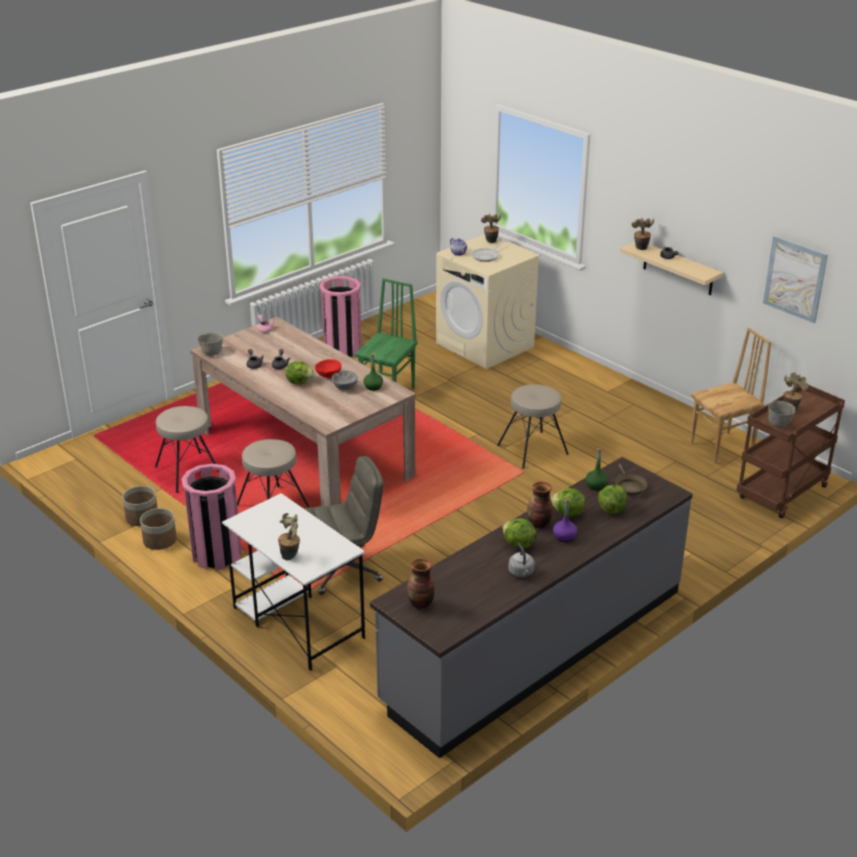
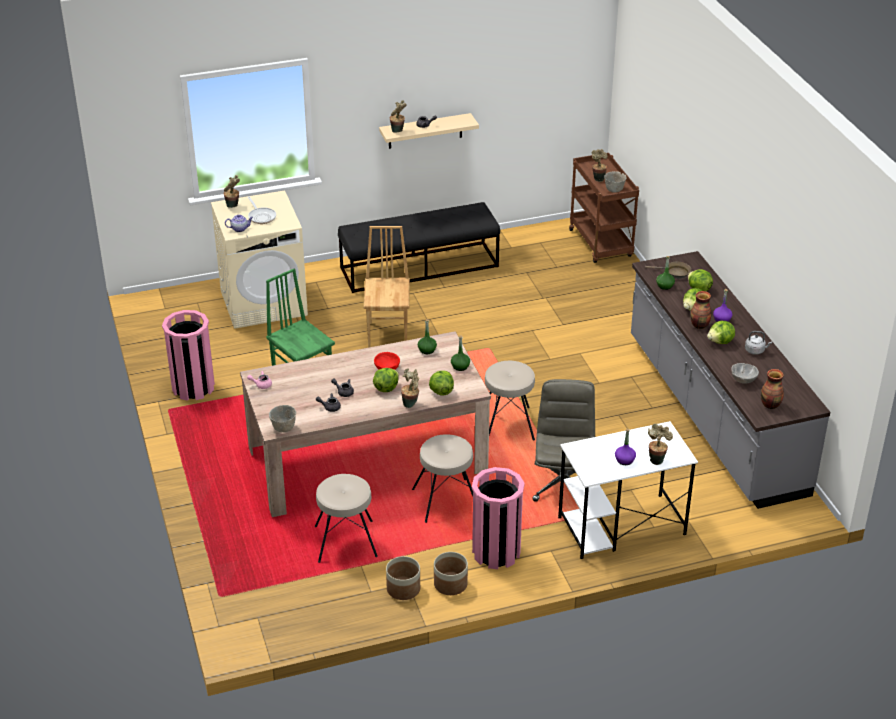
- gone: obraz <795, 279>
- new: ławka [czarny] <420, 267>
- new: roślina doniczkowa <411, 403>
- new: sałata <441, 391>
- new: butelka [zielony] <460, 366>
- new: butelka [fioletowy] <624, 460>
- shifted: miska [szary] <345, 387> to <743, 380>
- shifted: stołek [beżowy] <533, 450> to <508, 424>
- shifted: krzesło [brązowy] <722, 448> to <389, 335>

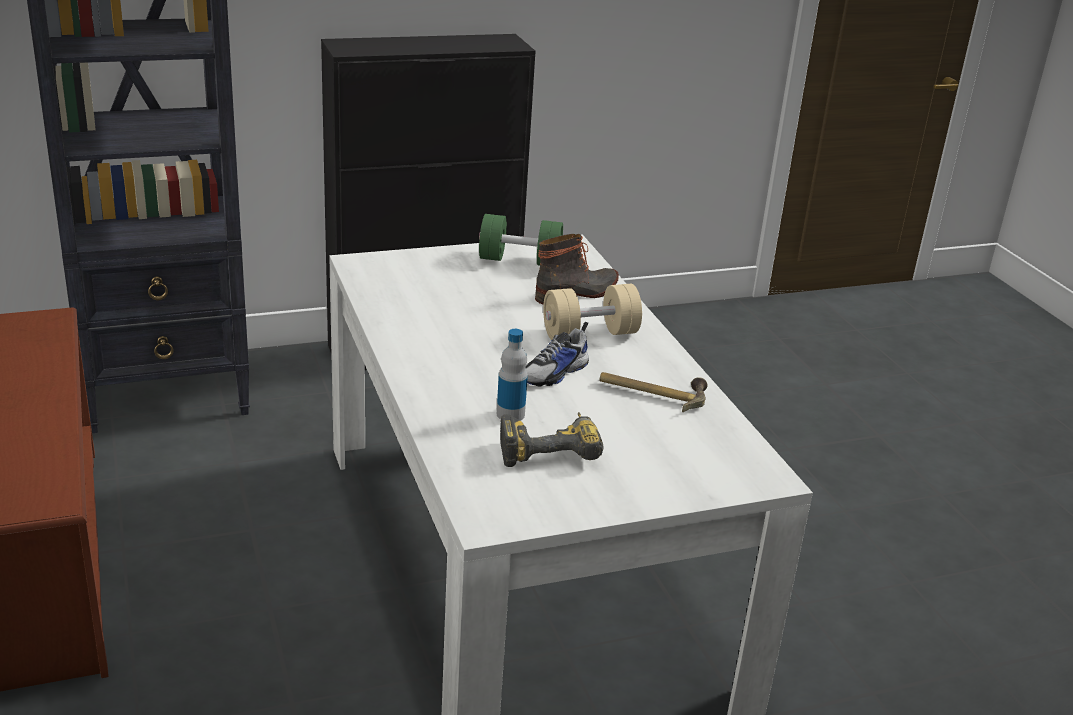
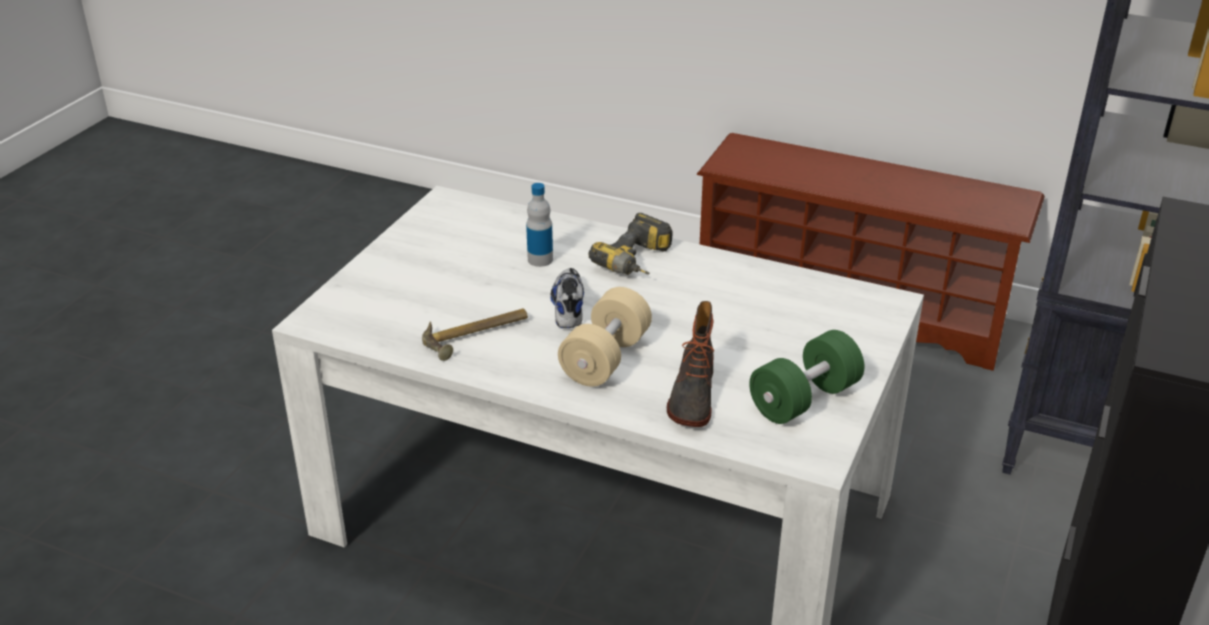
- shifted: wiertarka <548, 448> to <638, 263>

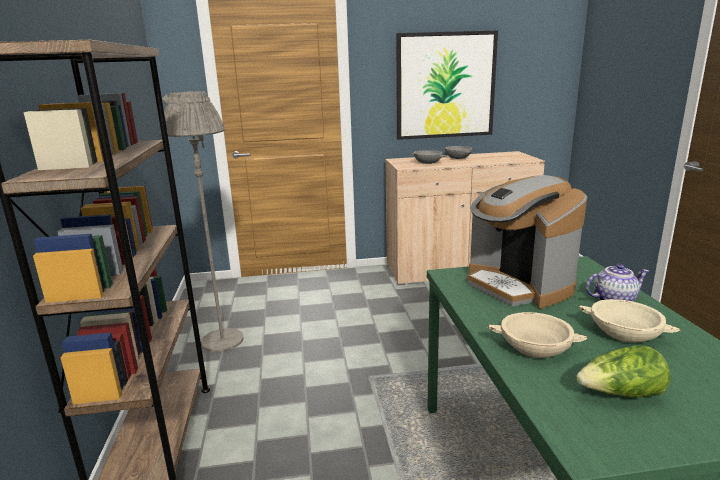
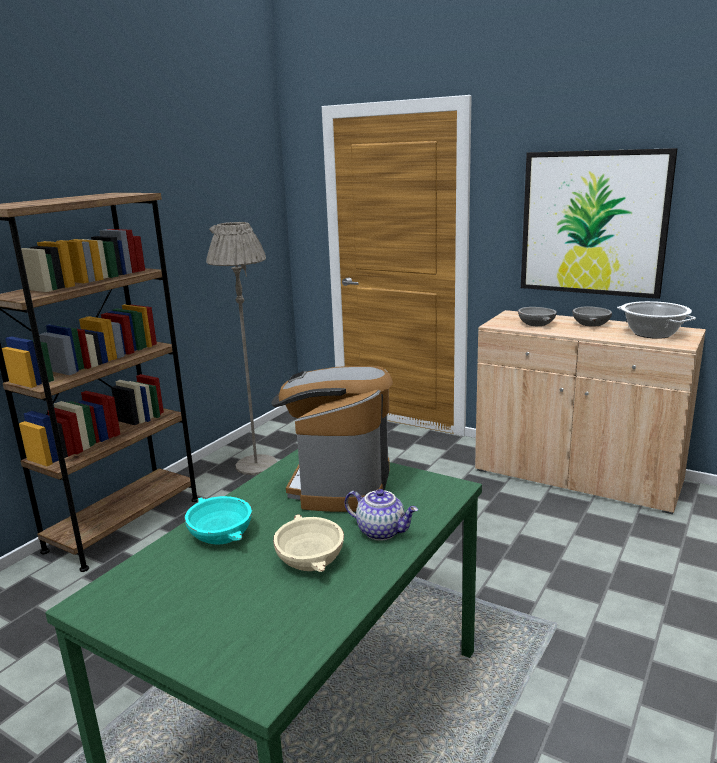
- gone: sałata <621, 394>
- new: garnek <653, 334>
- repainted: miska [beżowy] <535, 348> to miska [turkusowy] <222, 534>

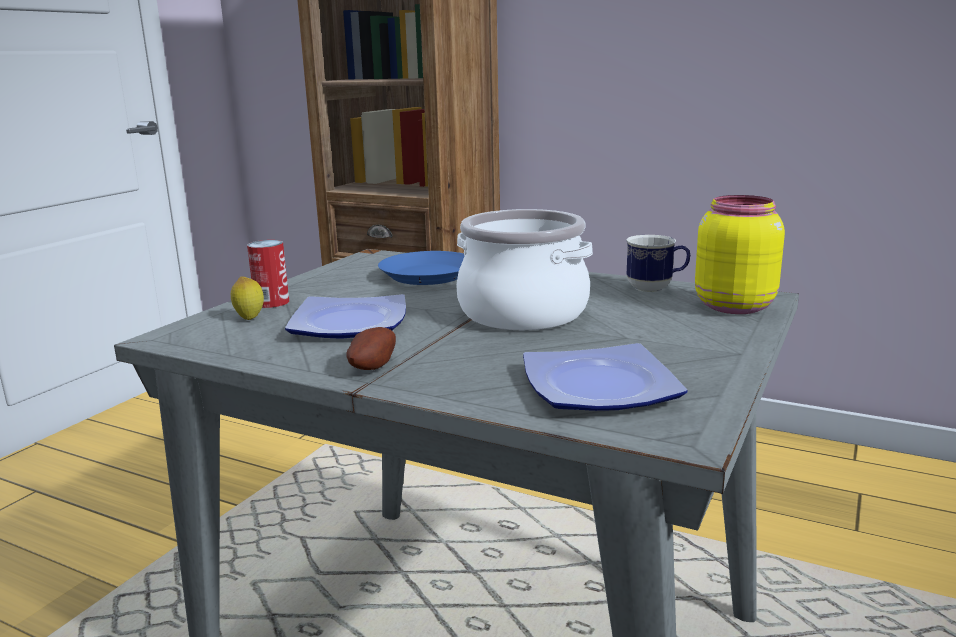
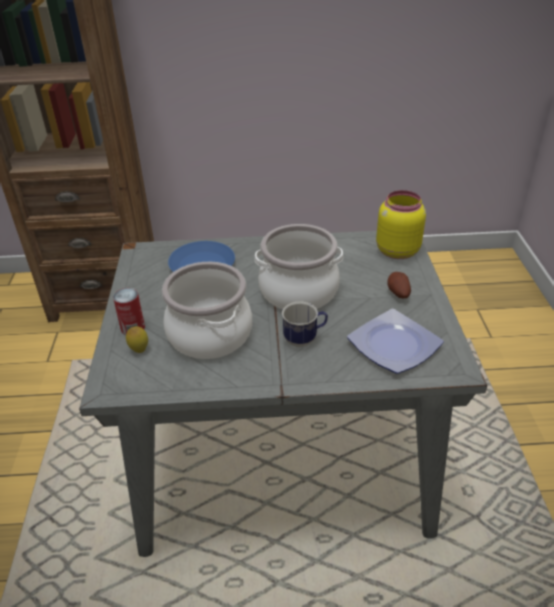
- shifted: ziemniak <371, 366> to <397, 293>
- shifted: kubek <656, 288> to <305, 339>
- swapped: talerz <347, 323> to garnek <209, 334>

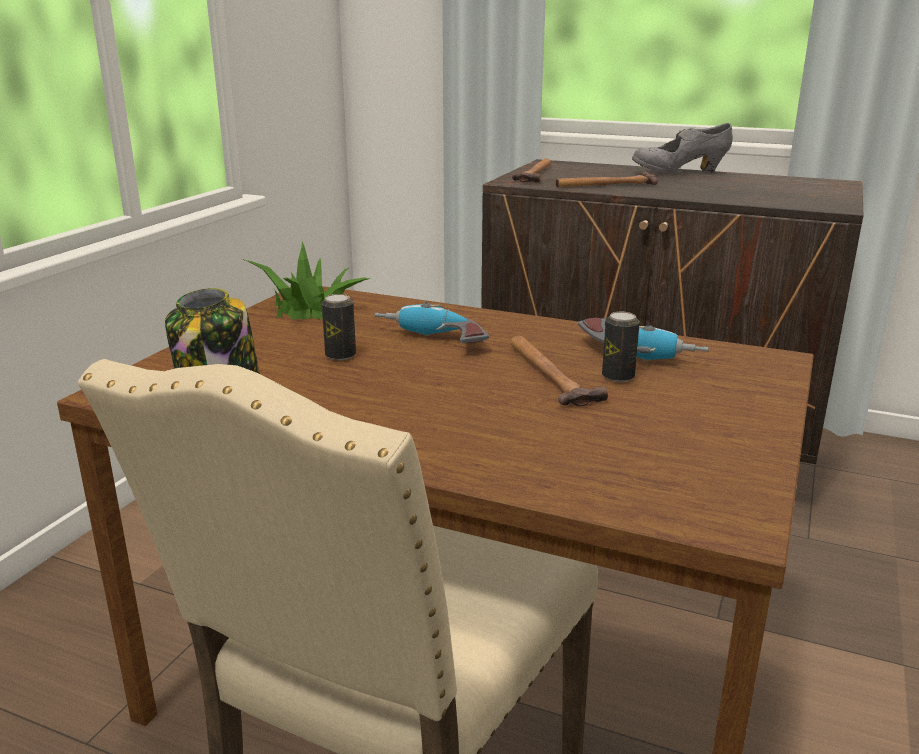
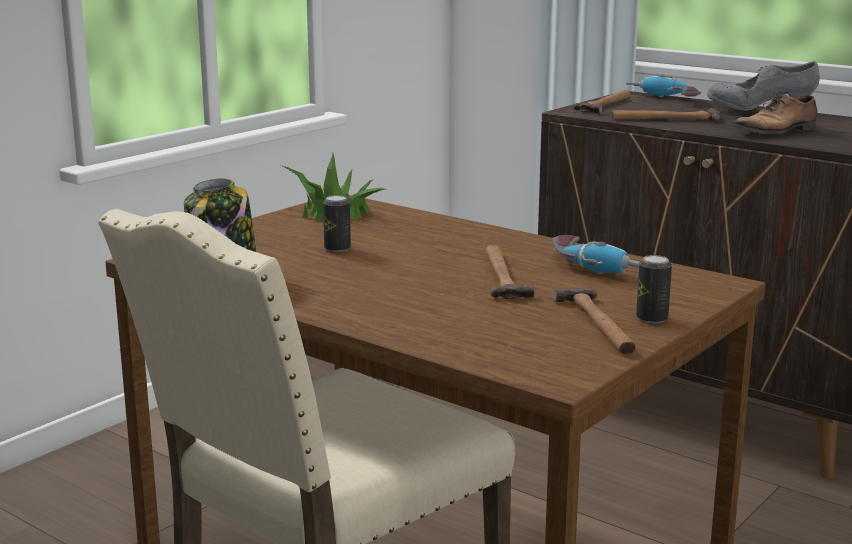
- new: młotek <597, 324>
- new: but <777, 131>
- shifted: wiertarka <430, 340> to <662, 99>
- shifted: puszka <618, 376> to <652, 318>

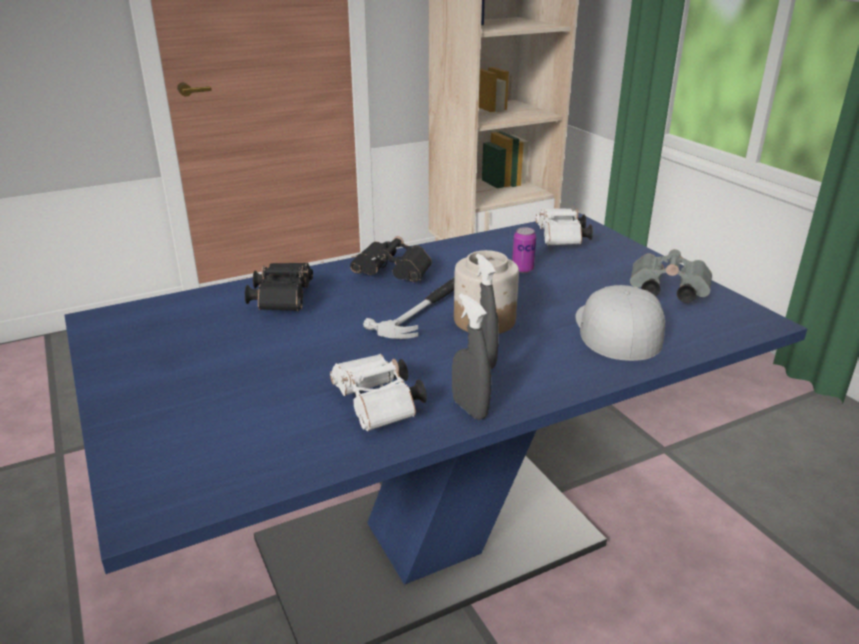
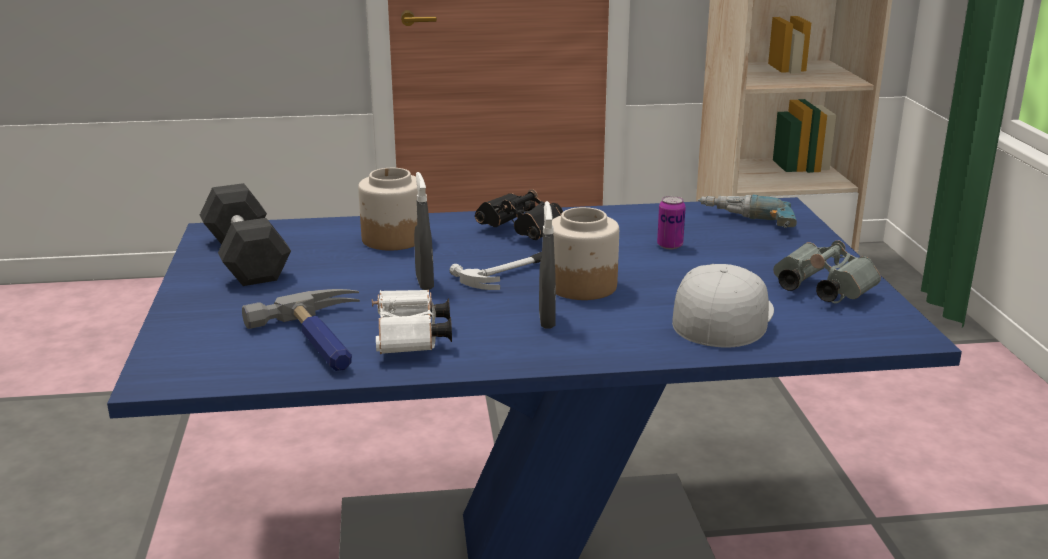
- new: hantel [czarny] <246, 258>
- new: młotek <323, 340>
- shifted: spryskiwacz [szary] <470, 409> to <424, 282>
- swapped: lornetka [czarny] <283, 299> to słoik <393, 238>
- swapped: lornetka [biały] <561, 240> to wiertarka <744, 222>

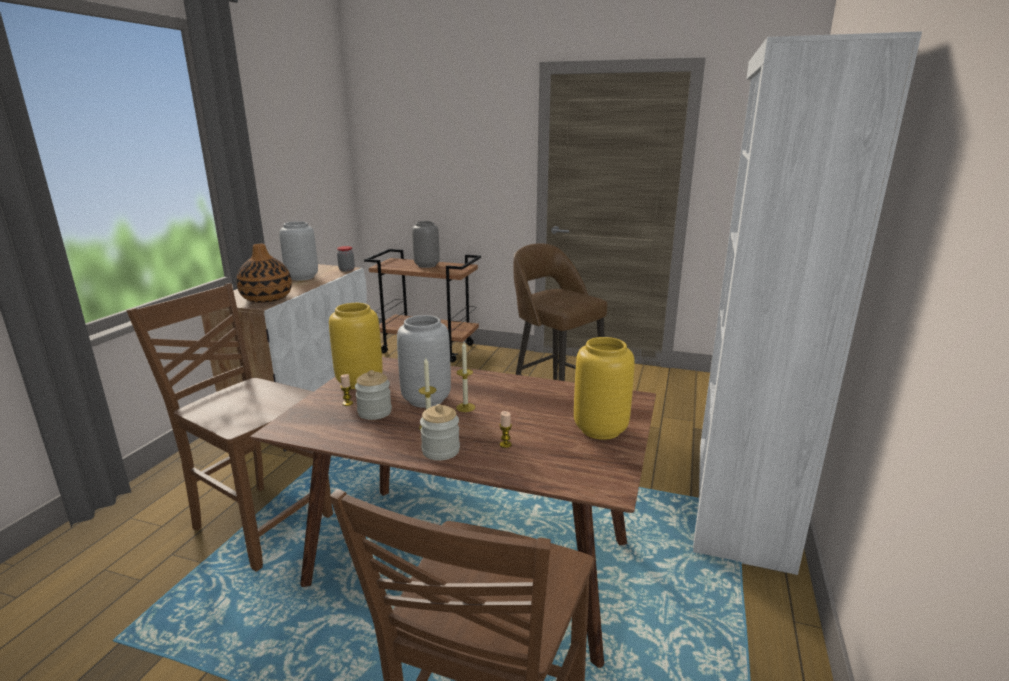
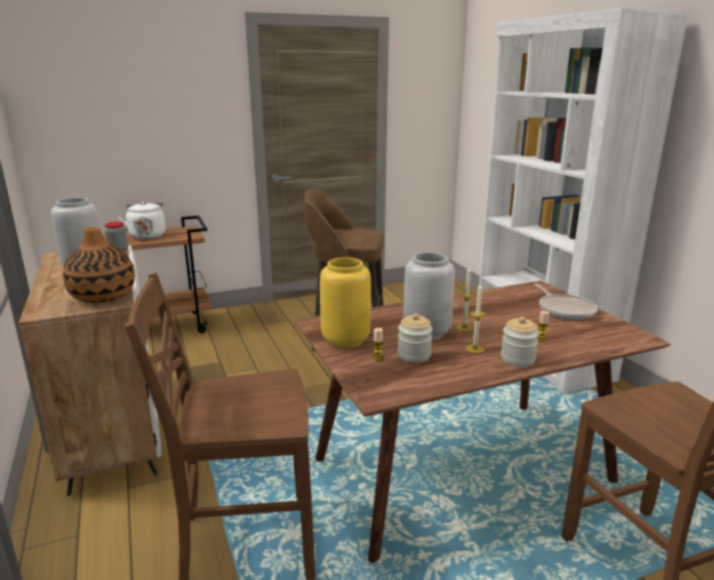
- swapped: wazon [szary] <427, 265> to czajnik [biały] <147, 235>
- swapped: wazon [żółty] <601, 429> to patelnia <564, 310>

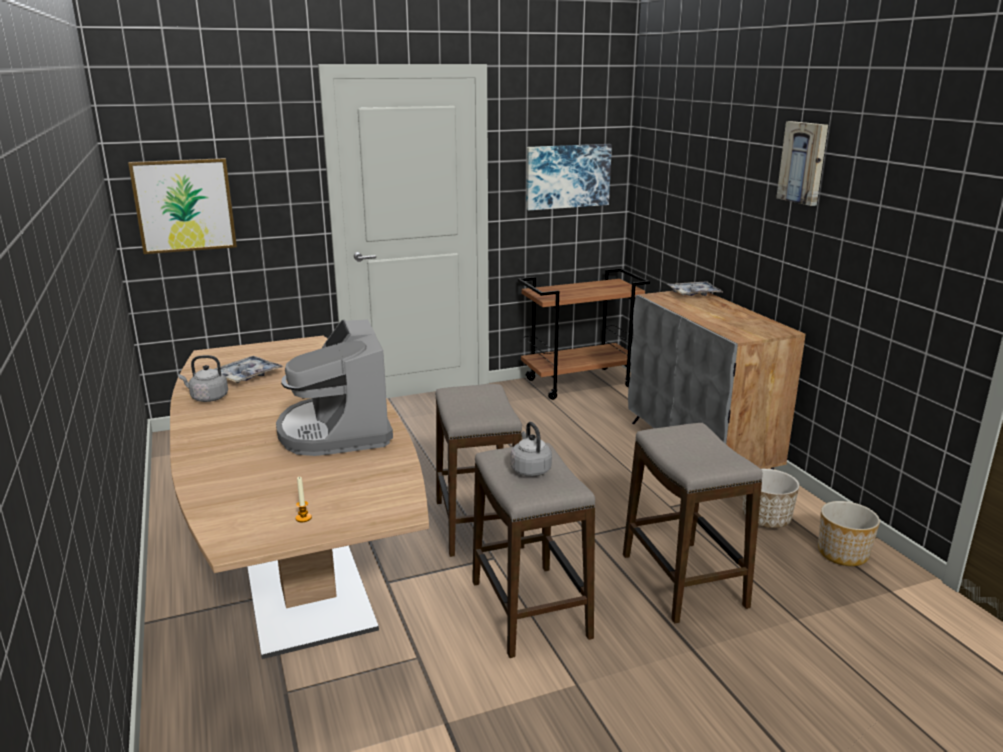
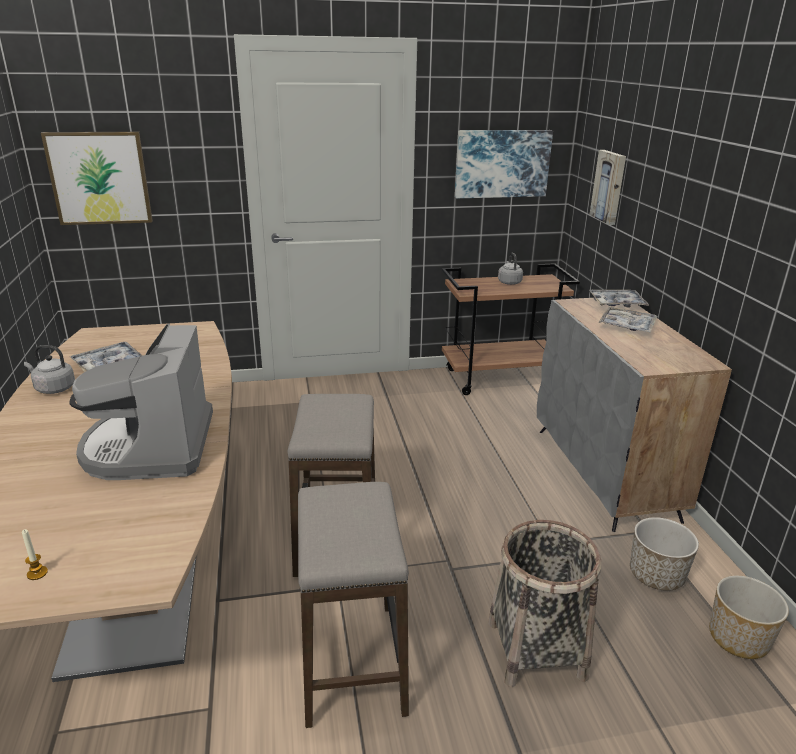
- new: taca <627, 326>
- shifted: czajnik [szary] <530, 469> to <509, 282>
- shifted: obraz <804, 162> to <609, 187>
- swapped: stołek <683, 581> to koszyk <536, 649>

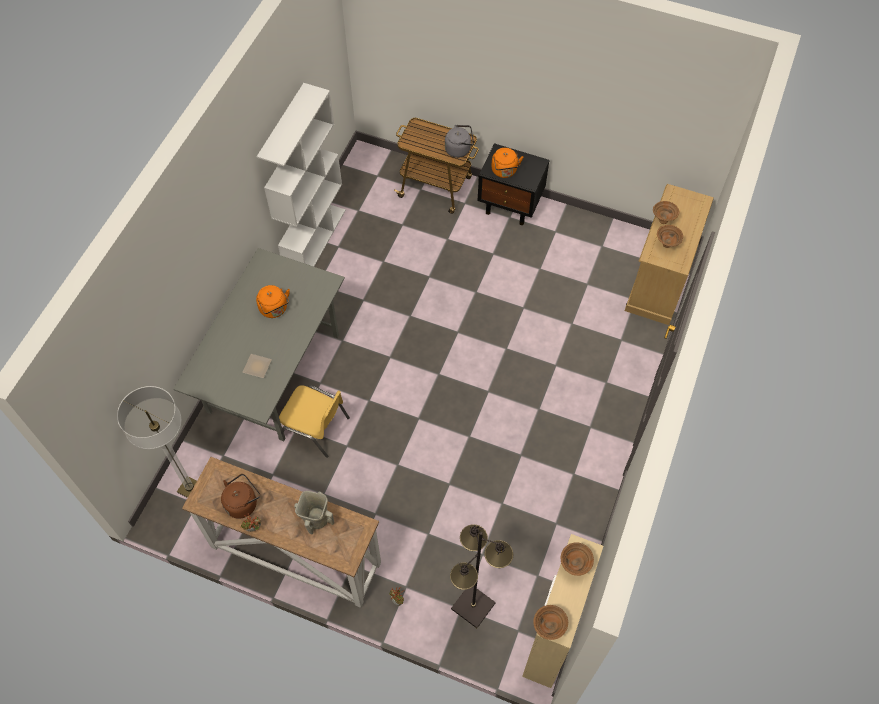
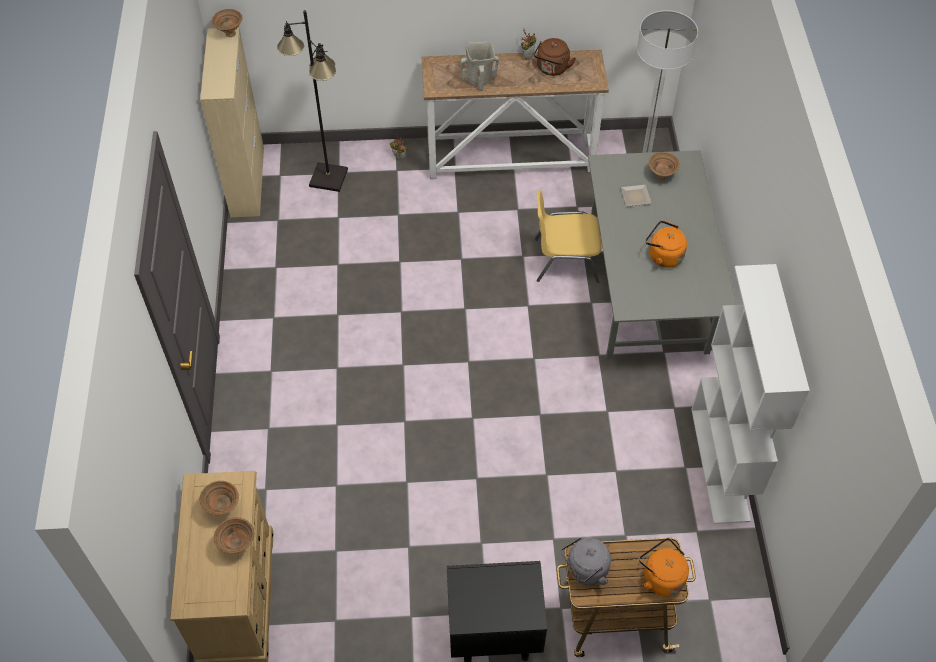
- shifted: czajnik [pomarańczowy] <504, 171> to <661, 576>
- shifted: miska [brązowy] <574, 564> to <661, 177>

